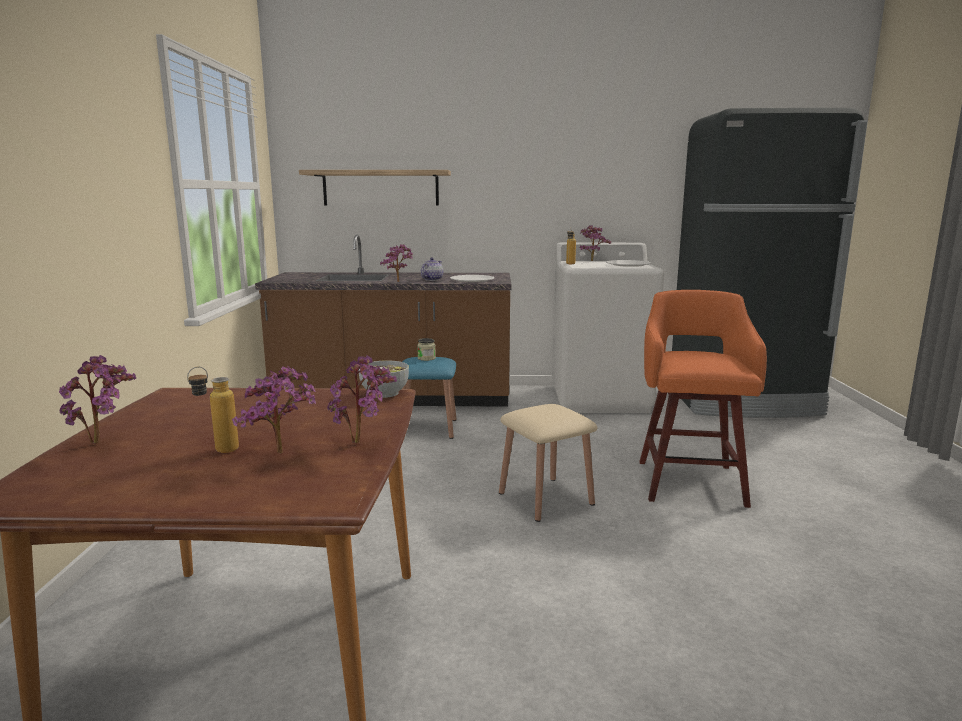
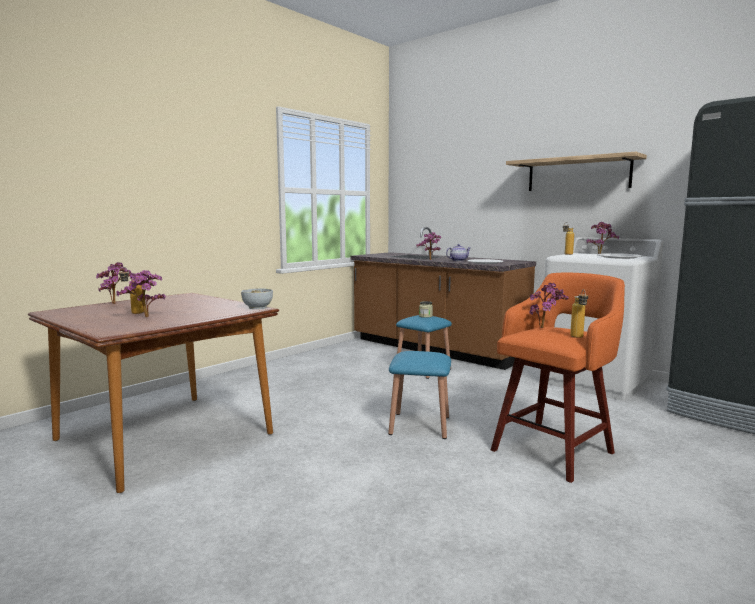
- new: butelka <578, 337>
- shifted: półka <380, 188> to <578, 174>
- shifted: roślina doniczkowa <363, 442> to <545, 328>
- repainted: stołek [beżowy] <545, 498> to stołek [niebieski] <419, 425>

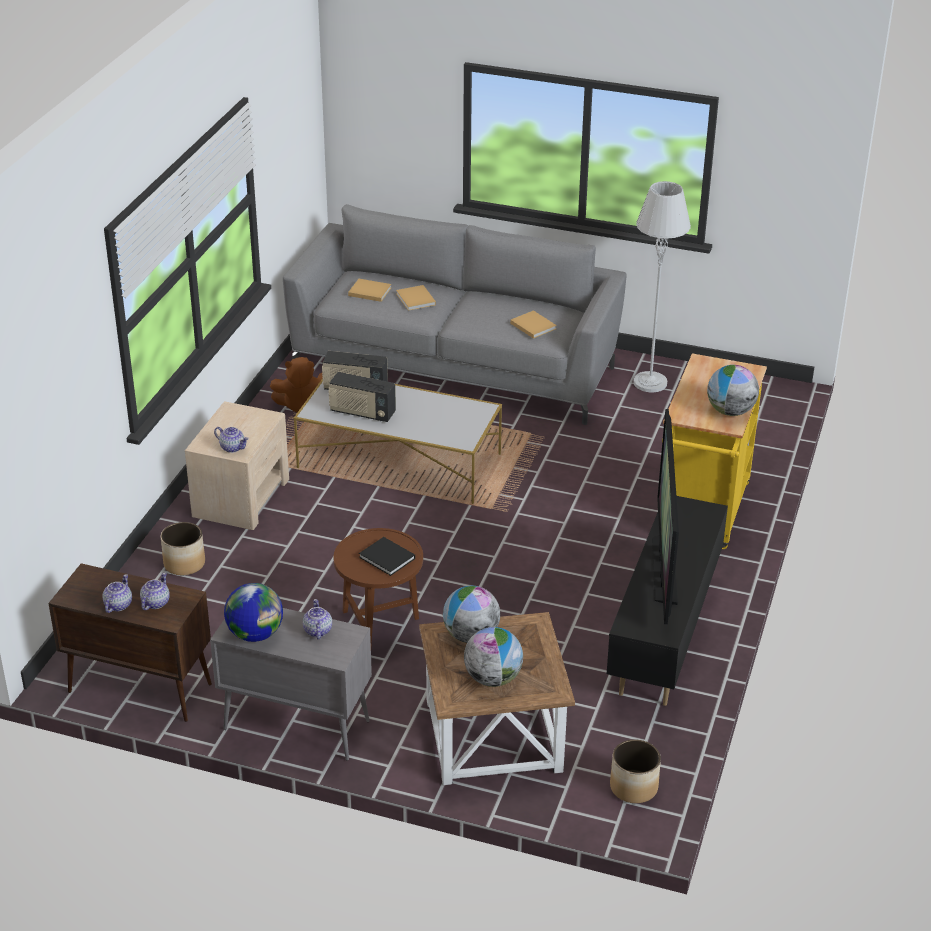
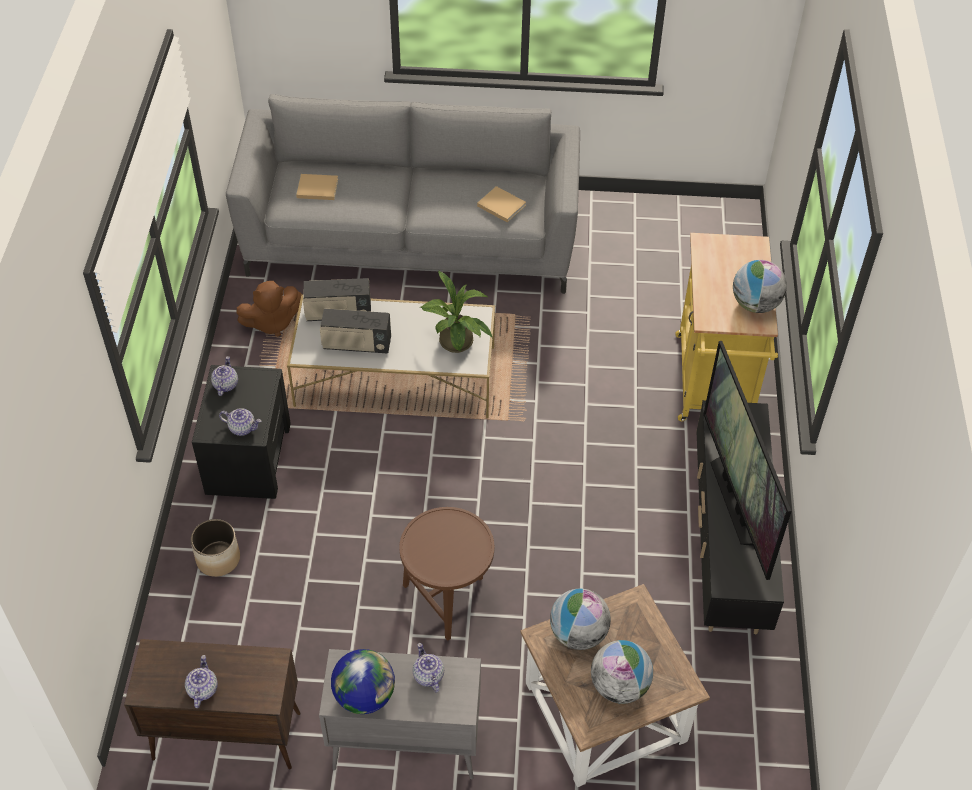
- gone: książka [czarny] <388, 558>
- gone: książka [beżowy] <416, 300>
- gone: donica <634, 787>
- gone: lampa stojąca [szary] <650, 383>
- new: roślina doniczkowa <457, 345>
- shifted: imbryk <155, 602> to <225, 385>
- repainted: szafka nocna [beżowy] <241, 497> to szafka nocna [czarny] <248, 457>

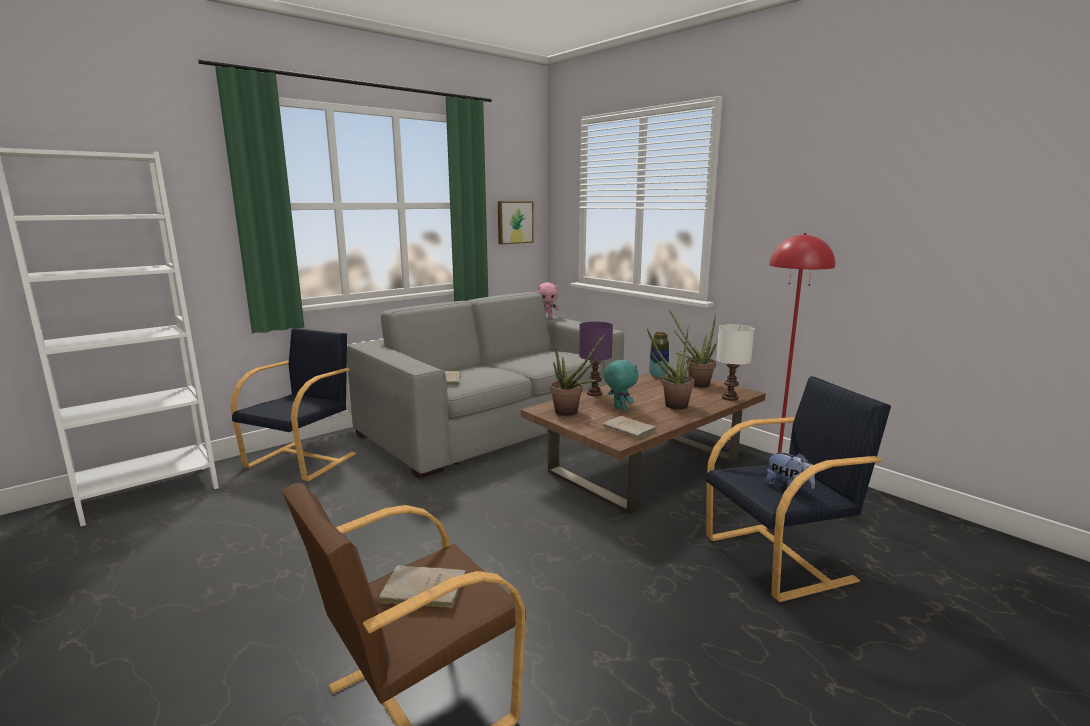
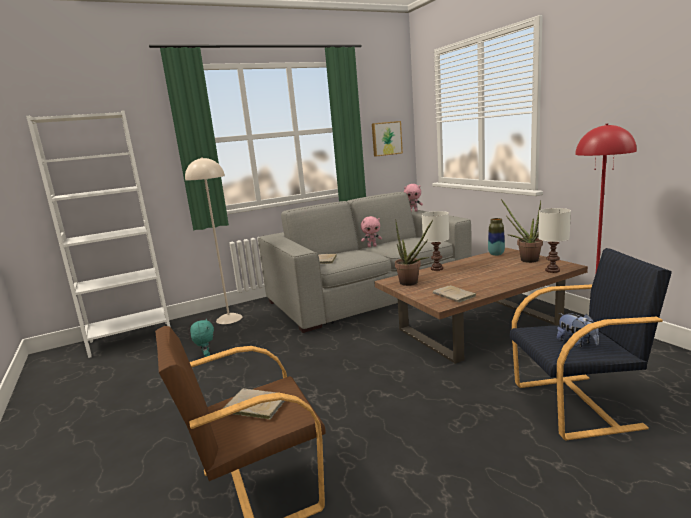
- gone: roślina doniczkowa <671, 406>
- new: pluszak [różowy] <372, 246>
- shifted: pluszak [turkusowy] <619, 408> to <206, 357>
- swapped: fotel [czarny] <303, 460> to lampa stojąca [beżowy] <229, 318>
- repainted: lampa stołowa [fioletowy] <594, 393> to lampa stołowa [biały] <437, 268>

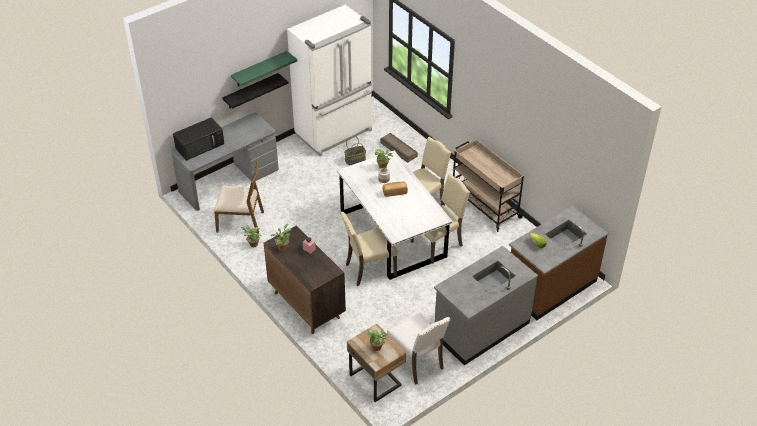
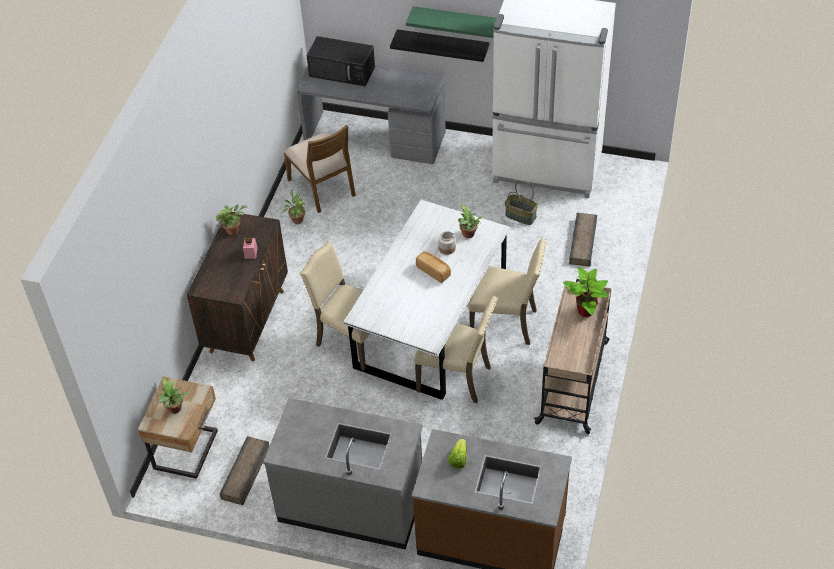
- new: roślina doniczkowa <586, 311>
- swapped: krzesło [biały] <417, 362> to skrzynka <244, 473>

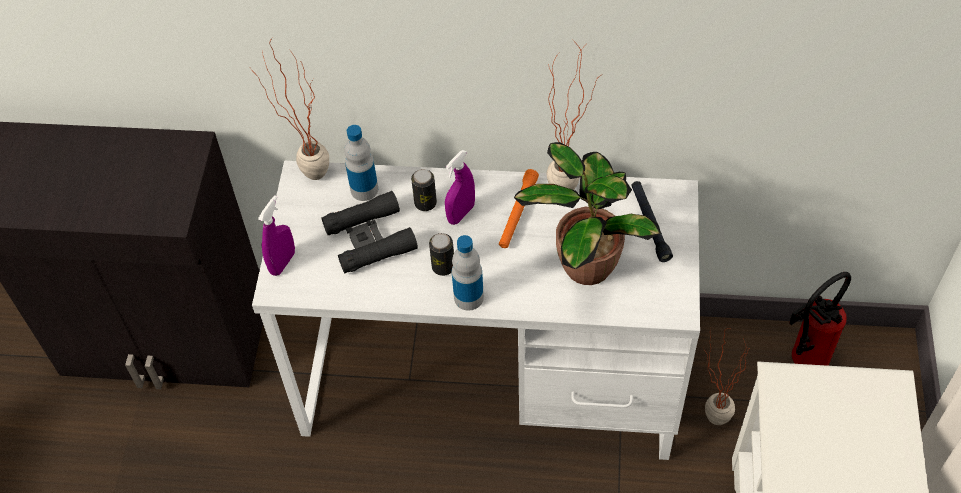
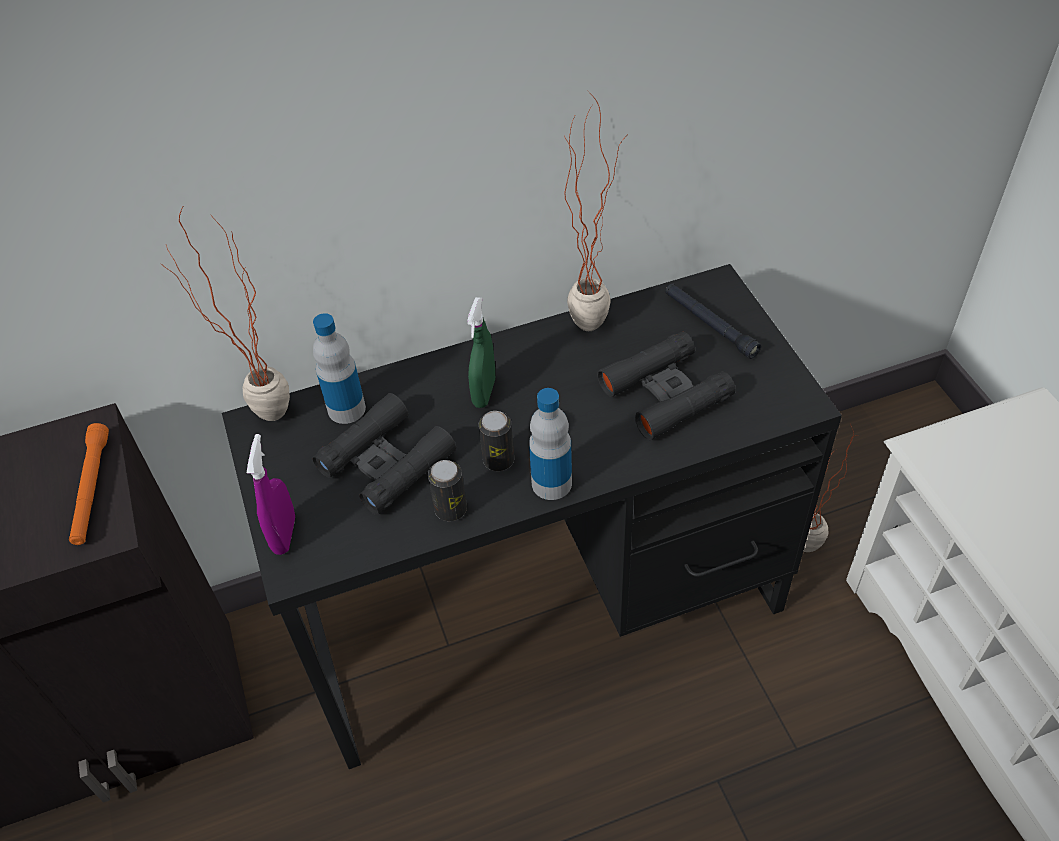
- gone: gaśnica <802, 362>
- shifted: puszka <425, 203> to <450, 509>
- shifted: latarka [pomarańczowy] <518, 213> to <91, 489>
- swapped: roślina doniczkowa <584, 264> to lornetka [czarny] <665, 393>
- repainted: biurko [biały] <490, 380> to biurko [czarny] <542, 606>
- repainted: spryskiwacz [fioletowy] <461, 213> to spryskiwacz [zielony] <484, 392>

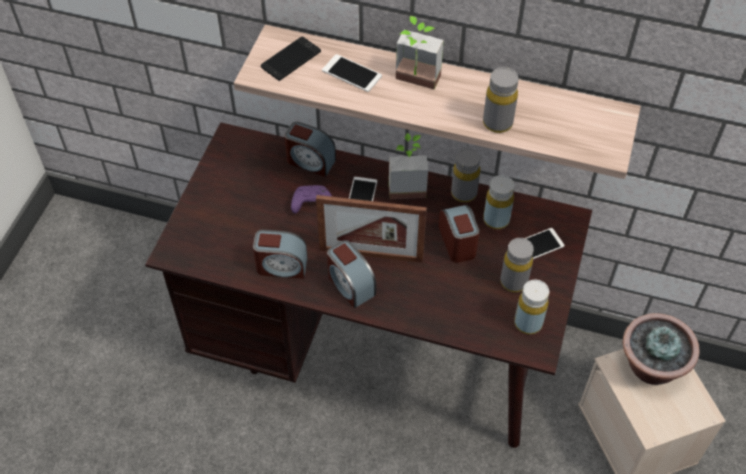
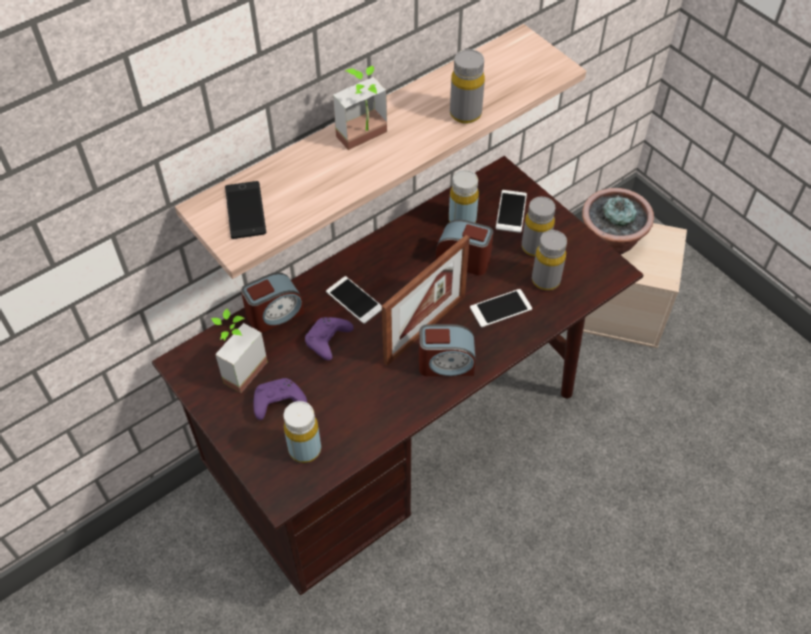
- gone: budzik <281, 266>
- new: pad do gier [fioletowy] <277, 403>
- shifted: telefon <351, 73> to <500, 308>
- shifted: roślina doniczkowa <406, 185> to <238, 368>
- shifted: butelka [szary] <464, 193> to <545, 280>
- shifted: butelka [żółty] <528, 323> to <305, 449>

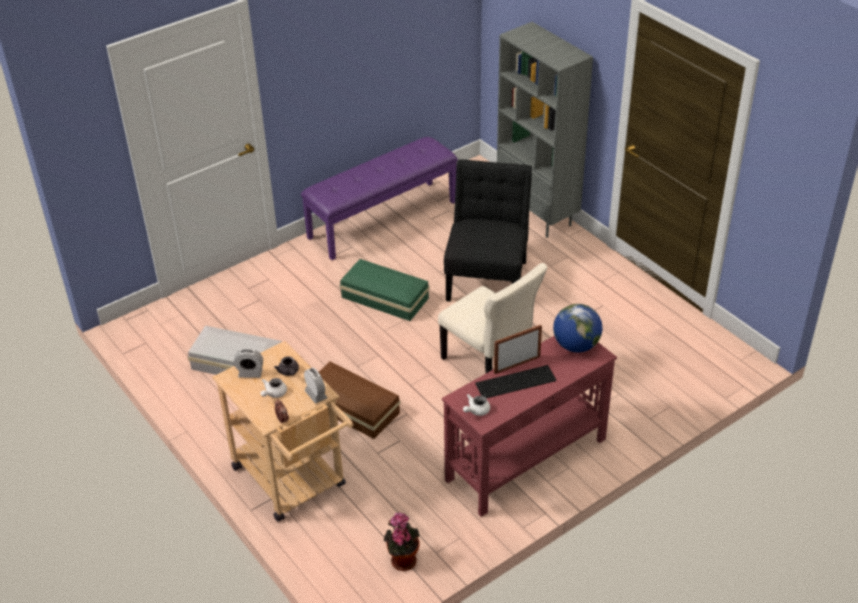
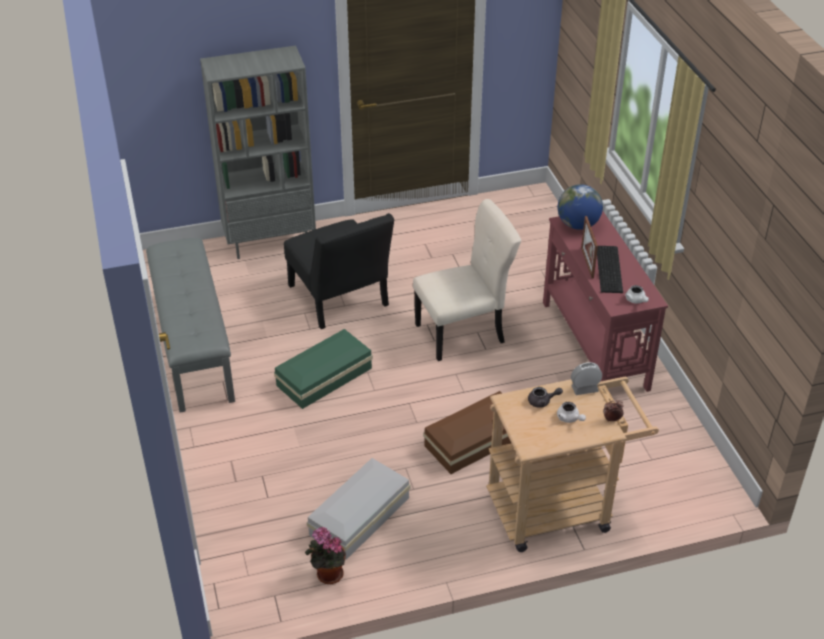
- gone: budzik <250, 373>
- shifted: roślina doniczkowa <402, 559> to <327, 574>
- repainted: ławka [fioletowy] <382, 219> to ławka [szary] <193, 346>
- rotated: krzesło [czarny] <487, 277> = <340, 299> 150 degrees counterclockwise

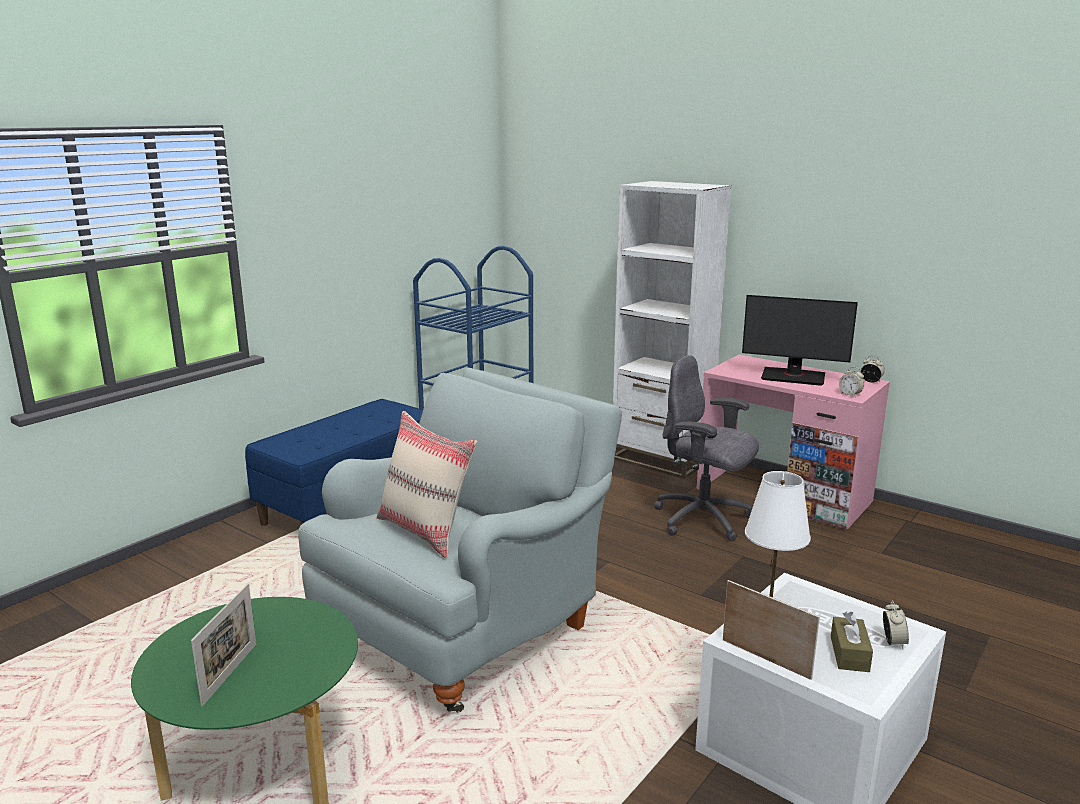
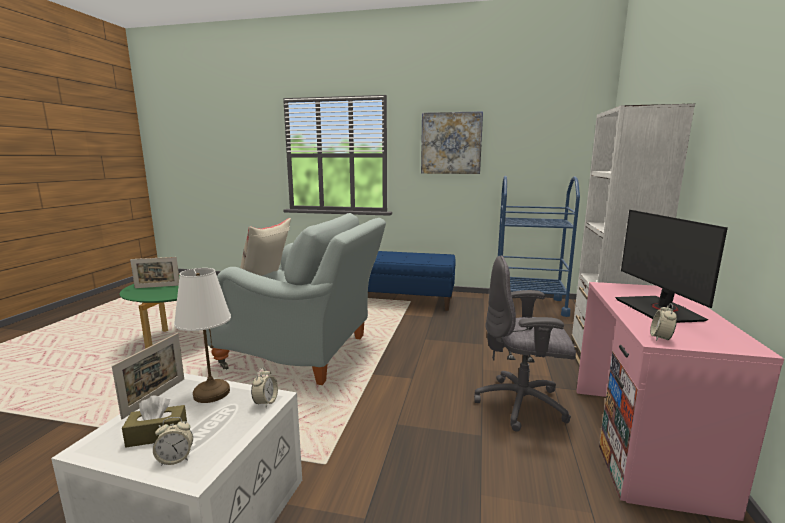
- new: obraz <451, 143>
- shifted: budzik <871, 381> to <265, 402>
- rotated: krzesło biurowe [szary] <703, 520> = <522, 404> 90 degrees counterclockwise

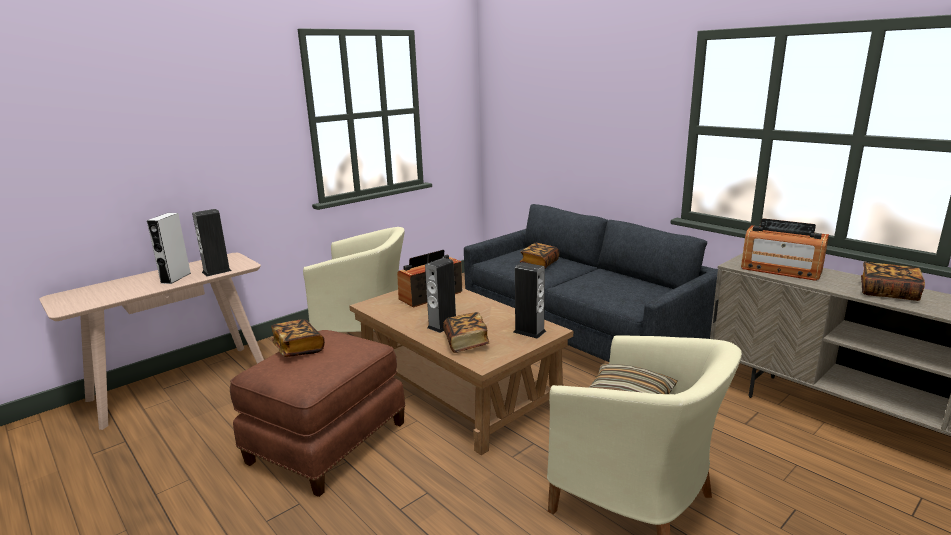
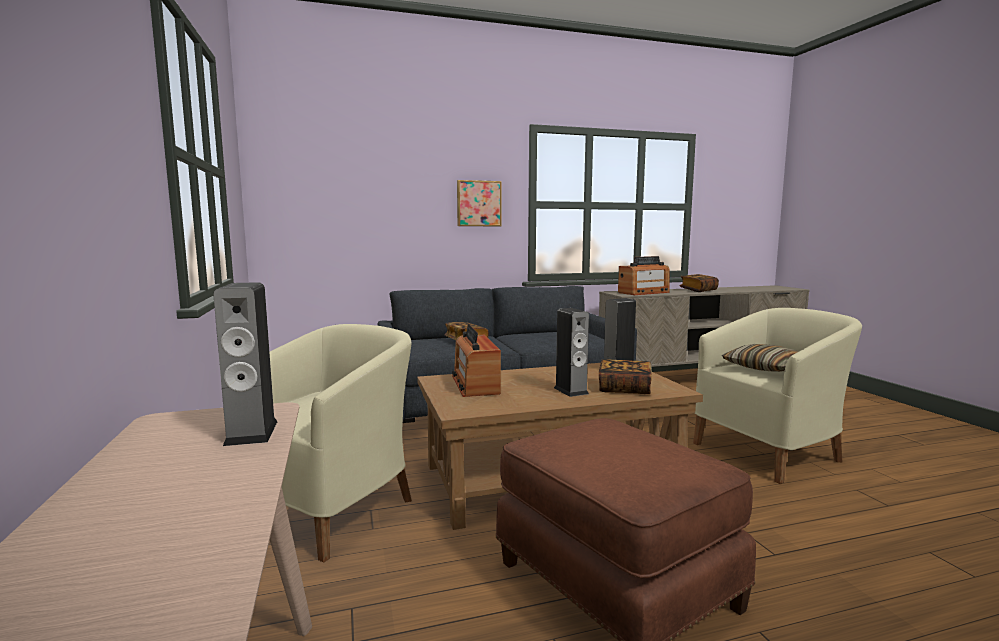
- gone: głośnik [szary] <176, 278>
- gone: książka <298, 348>
- new: obraz <478, 203>

